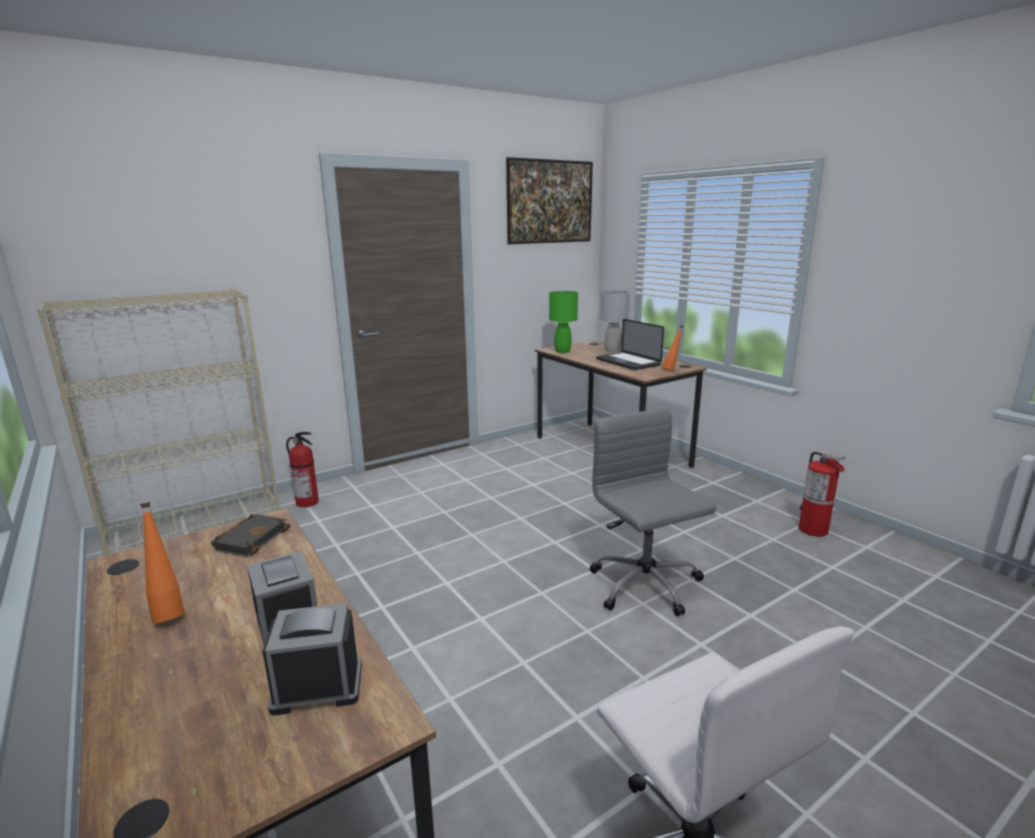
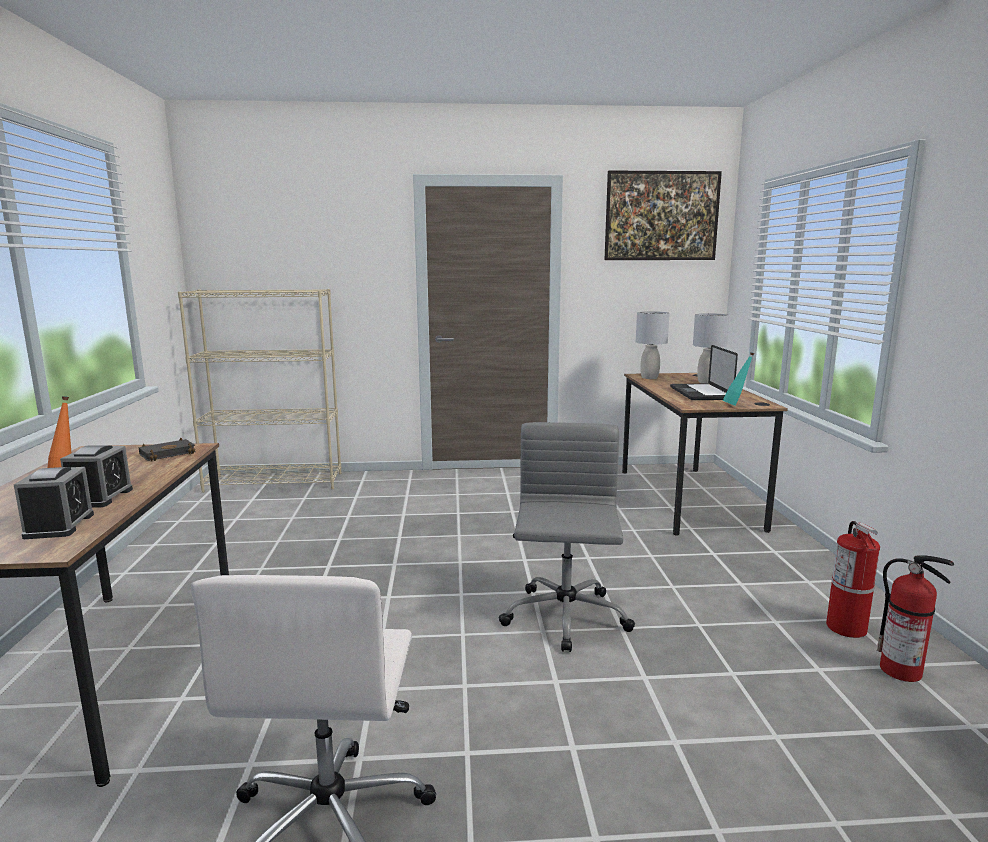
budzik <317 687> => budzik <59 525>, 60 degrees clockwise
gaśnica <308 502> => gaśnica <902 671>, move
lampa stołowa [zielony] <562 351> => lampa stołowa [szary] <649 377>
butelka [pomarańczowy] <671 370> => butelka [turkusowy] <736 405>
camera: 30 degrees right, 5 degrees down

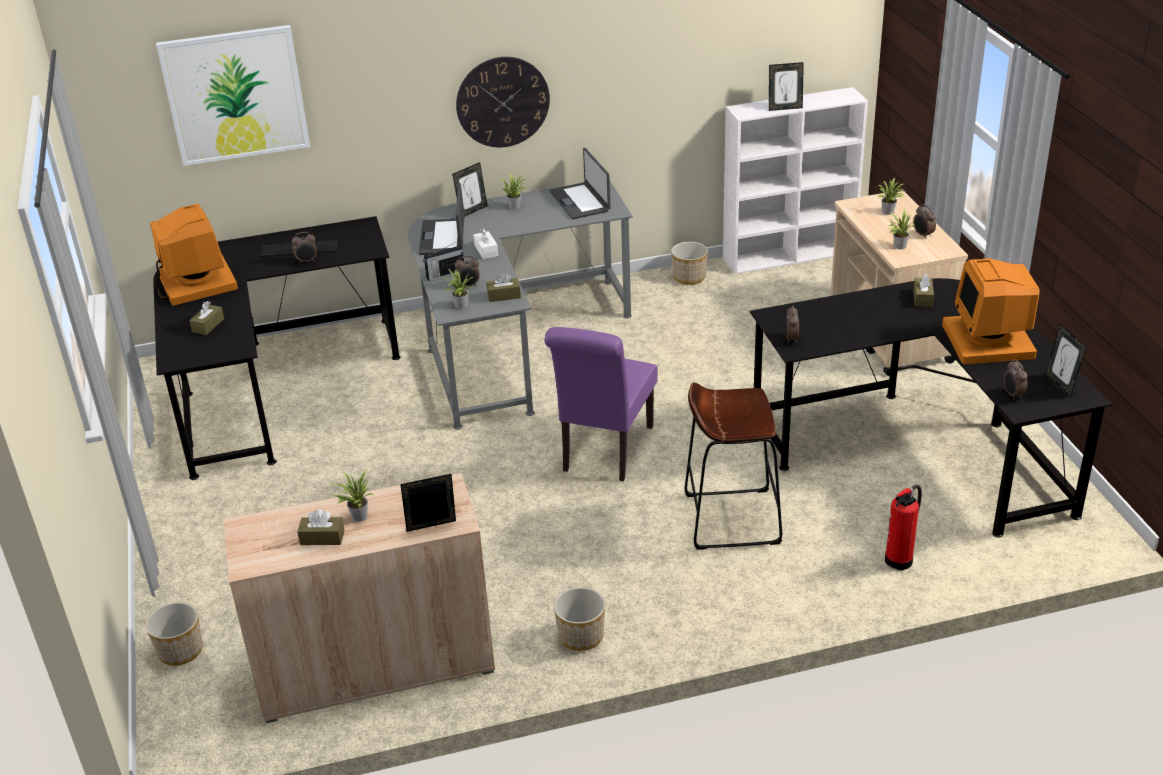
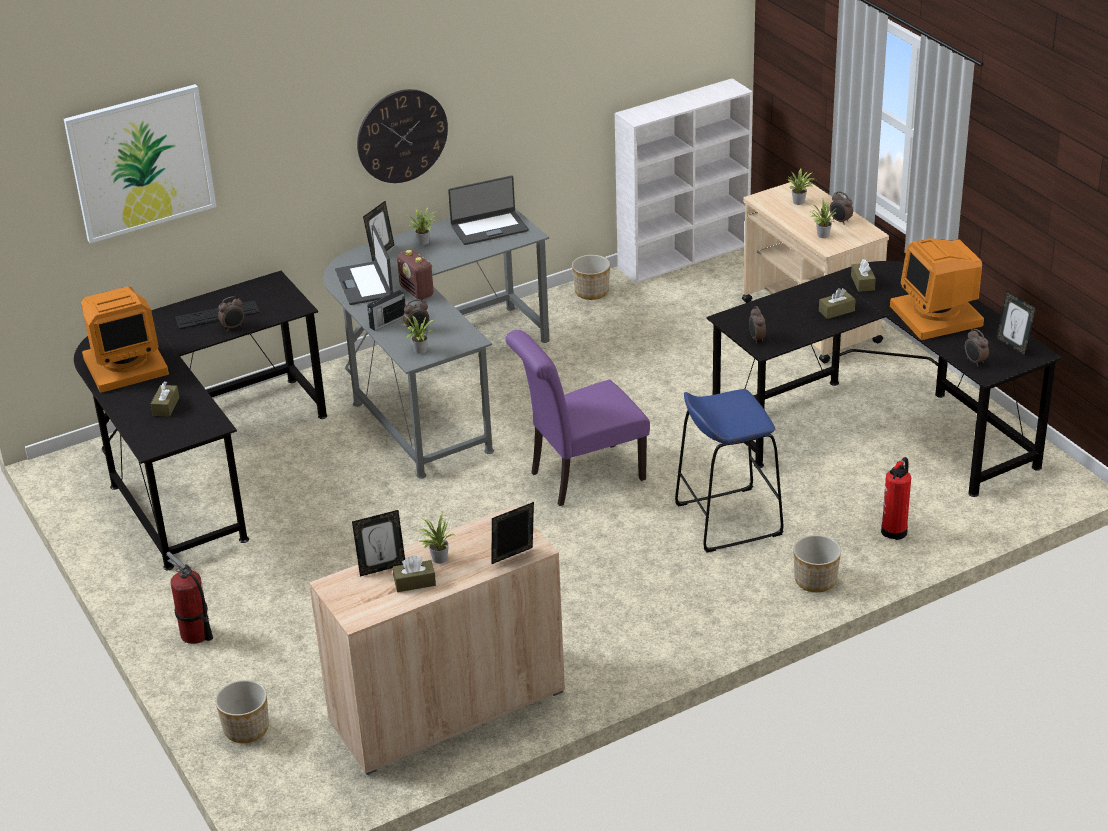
monitor <196 282> => monitor <125 365>, 105 degrees clockwise
pudełko chusteczek [biały] <486 250> => radio <417 291>
pudełko chusteczek [brązowy] <504 296> => pudełko chusteczek [brązowy] <836 311>, move
krzesło [fioletowy] <604 452> => krzesło [fioletowy] <580 477>, 60 degrees clockwise
laptop <580 201> => laptop <489 228>, 75 degrees counterclockwise
donica <581 636> => donica <815 581>, move
stołek [brązowy] <731 518> => stołek [niebieski] <728 519>
ramka na zdjęcie <785 108> => ramka na zdjęcie <381 568>, move
nothing => gaśnica <195 634>
camera: 15 degrees left, 0 degrees up

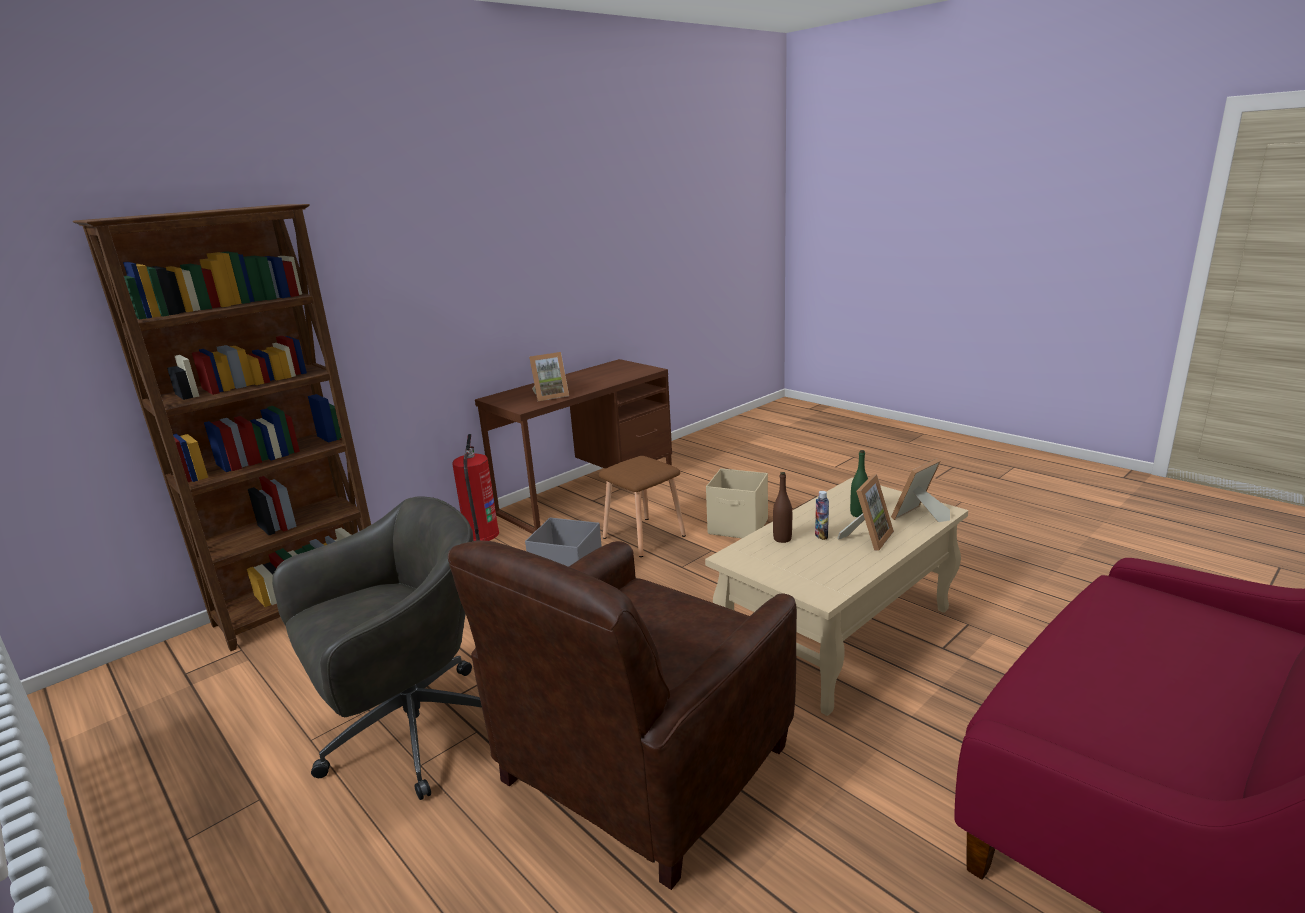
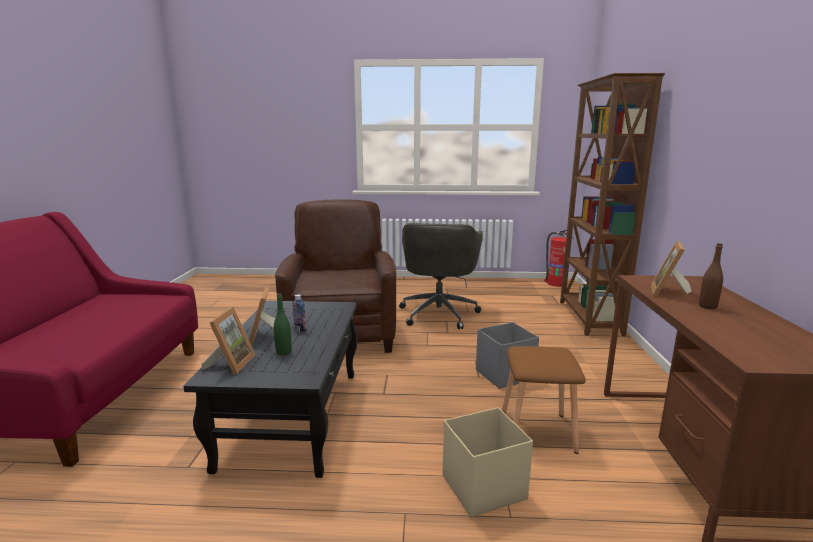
gaśnica <481 535> => gaśnica <556 283>, move
ława [beżowy] <837 634> => ława [czarny] <293 416>
butelka [brązowy] <782 539> => butelka [brązowy] <707 306>, move
camera: 135 degrees right, 5 degrees down

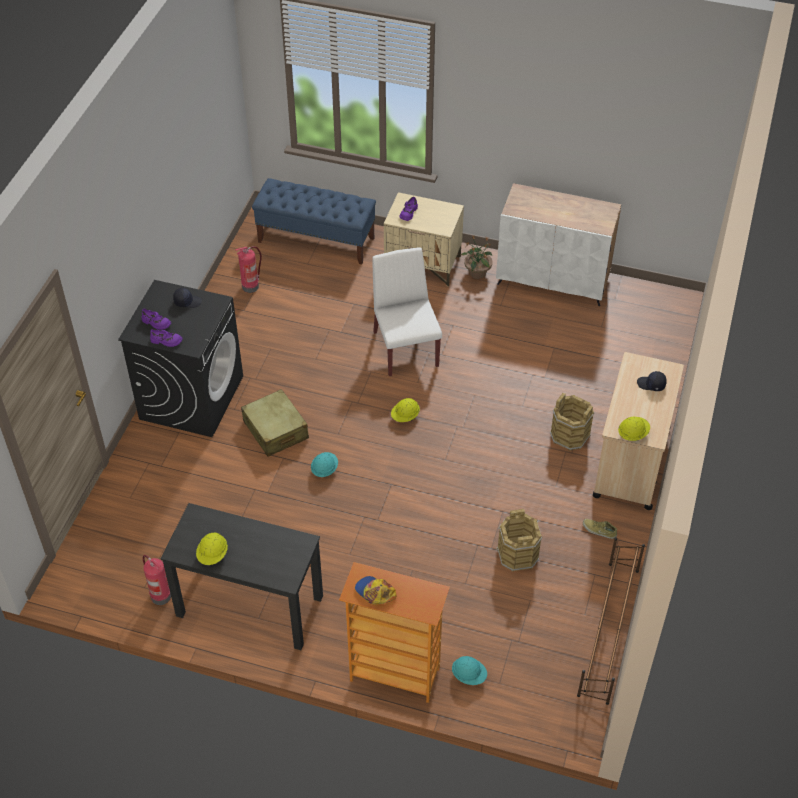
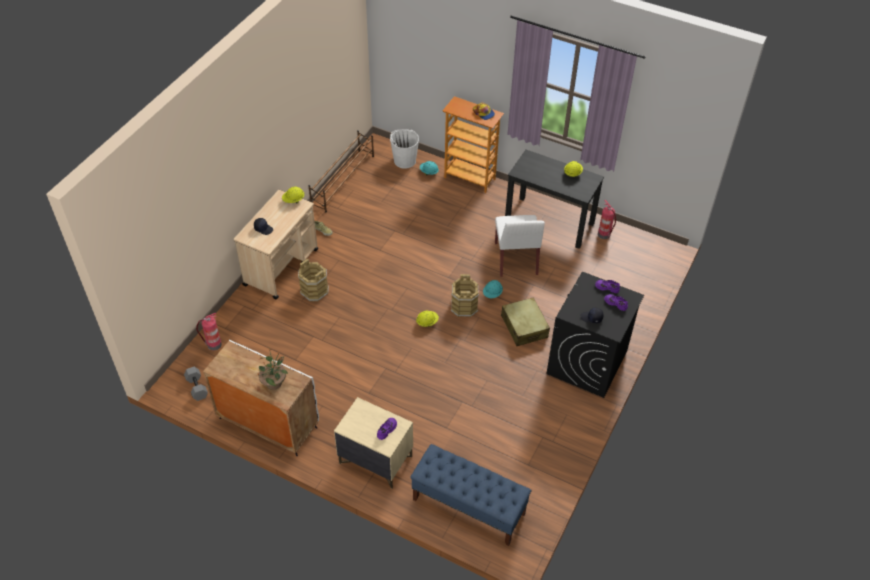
gaśnica <251 286> => gaśnica <213 345>, move
krzesło [biały] <405 348> => krzesło [biały] <516 259>, move
roślina doniczkowa <477 273> => roślina doniczkowa <274 382>, move
wiadro [brązowy] <517 555> => wiadro [brązowy] <464 307>, move
nothing => hantel [szary] <196 387>
nothing => wiadro [biały] <404 160>
camera: 170 degrees left, 0 degrees up

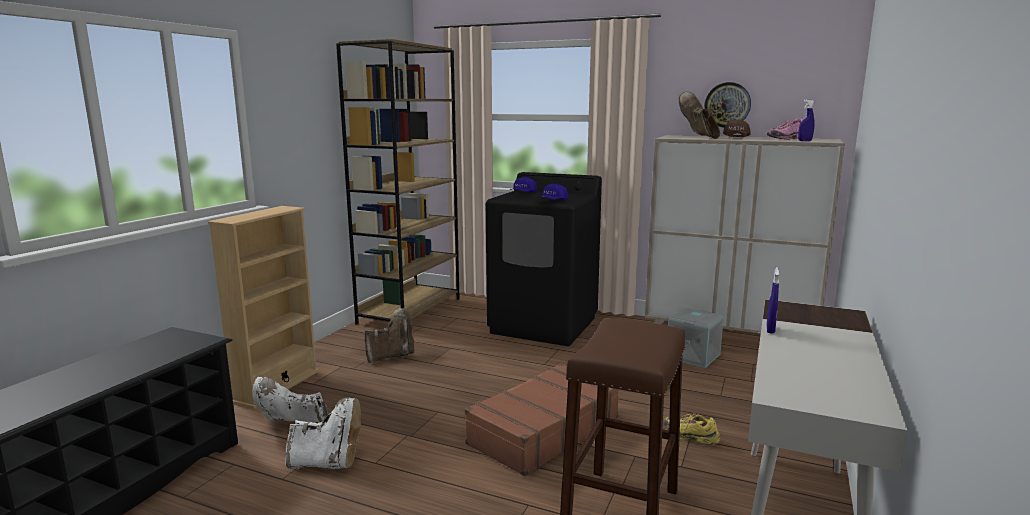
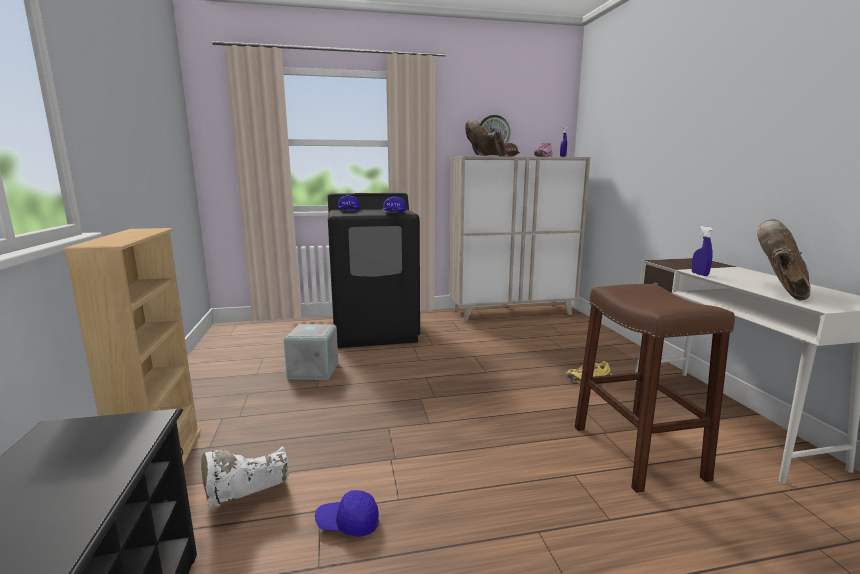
but z cholewką [biały] <327 463> => czapka z daszkiem [niebieski] <348 523>
regał [brązowy] <410 310> => nothing
but z cholewką [brązowy] <392 356> => but z cholewką [brązowy] <781 290>, move
walizka [brązowy] <543 430> => nothing
pojemnik do przechowywania [szary] <692 355> => pojemnik do przechowywania [szary] <312 370>, move
camera: 35 degrees left, 0 degrees up

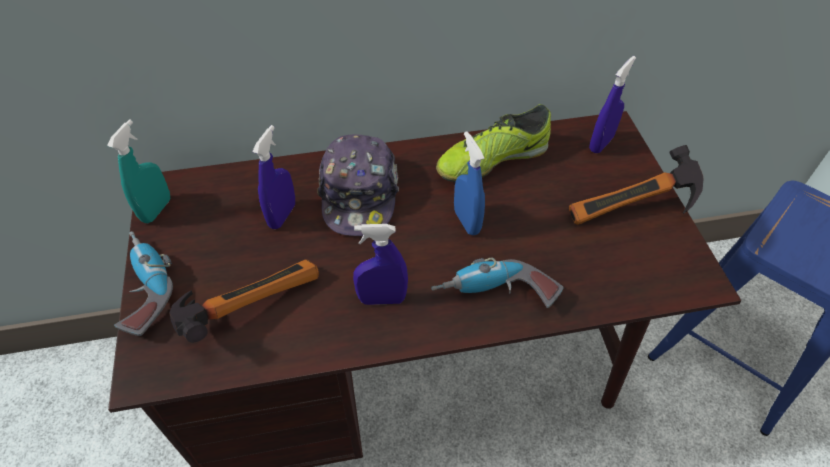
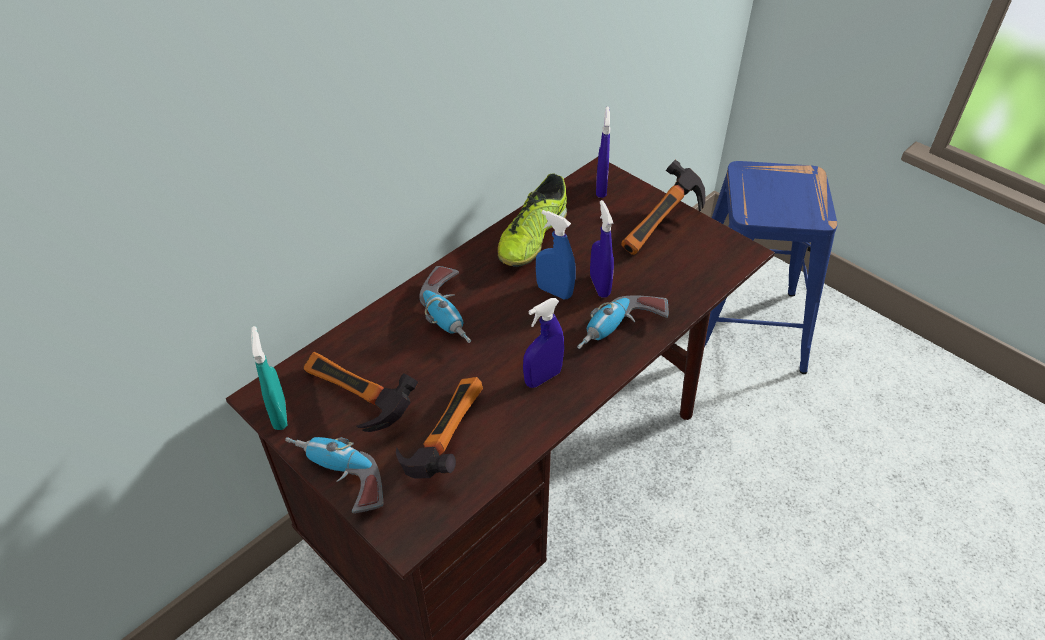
spryskiwacz [niebieski] <282 215> => spryskiwacz [niebieski] <599 286>, move
czapka z daszkiem <359 195> => wiertarka <451 313>
nothing => młotek <353 404>
camera: 35 degrees left, 5 degrees down

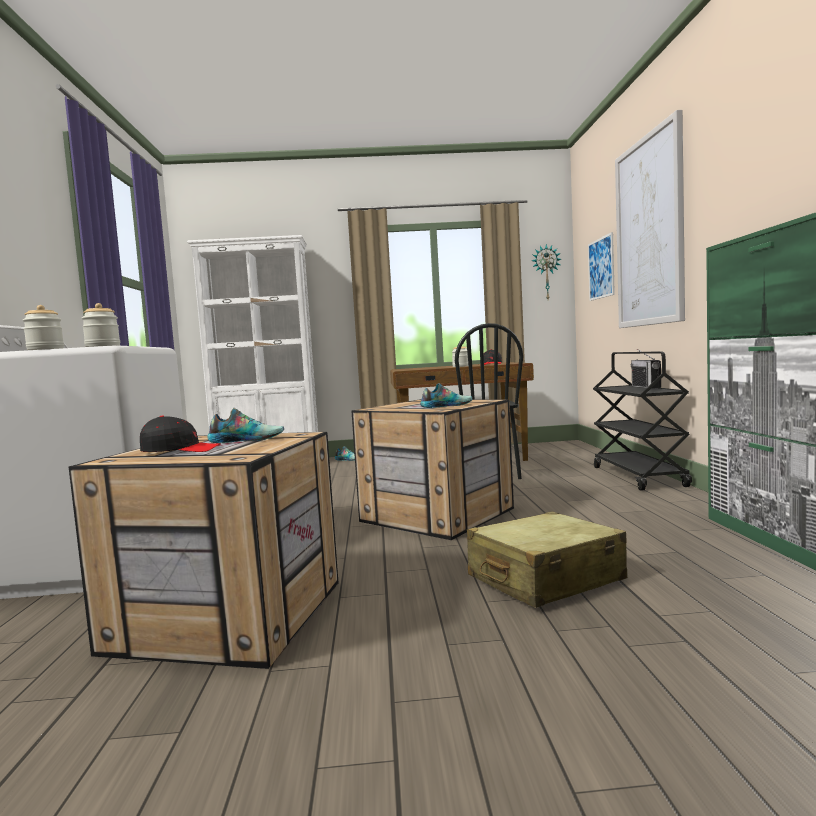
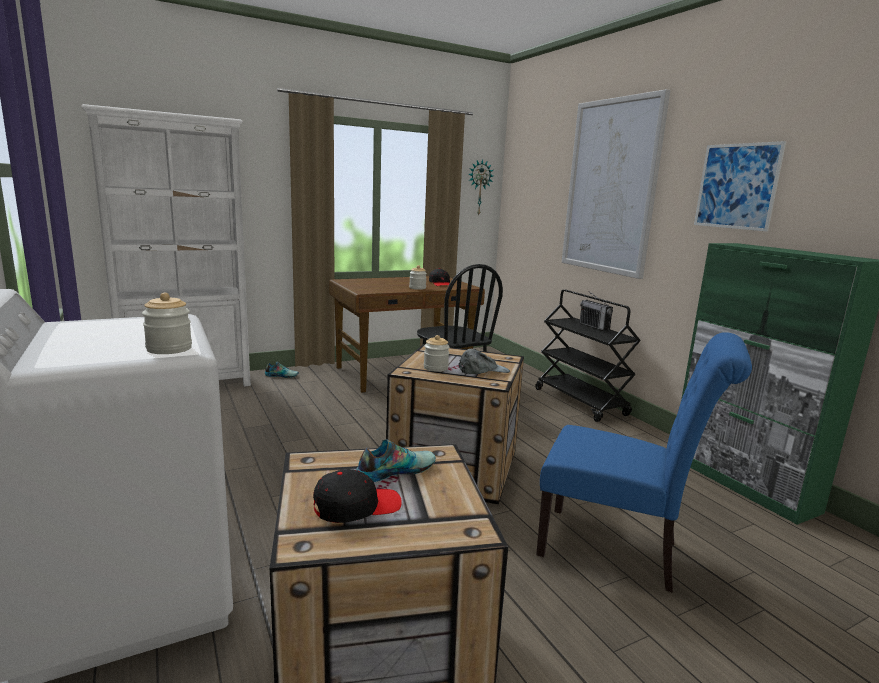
słoik <45 349> => słoik <435 368>, move
but <446 405> => czapka z daszkiem [szary] <483 370>
walizka [beżowy] <545 579> => krzesło [niebieski] <618 550>
obraz <601 268> => obraz <737 186>, move
camera: 25 degrees left, 10 degrees up

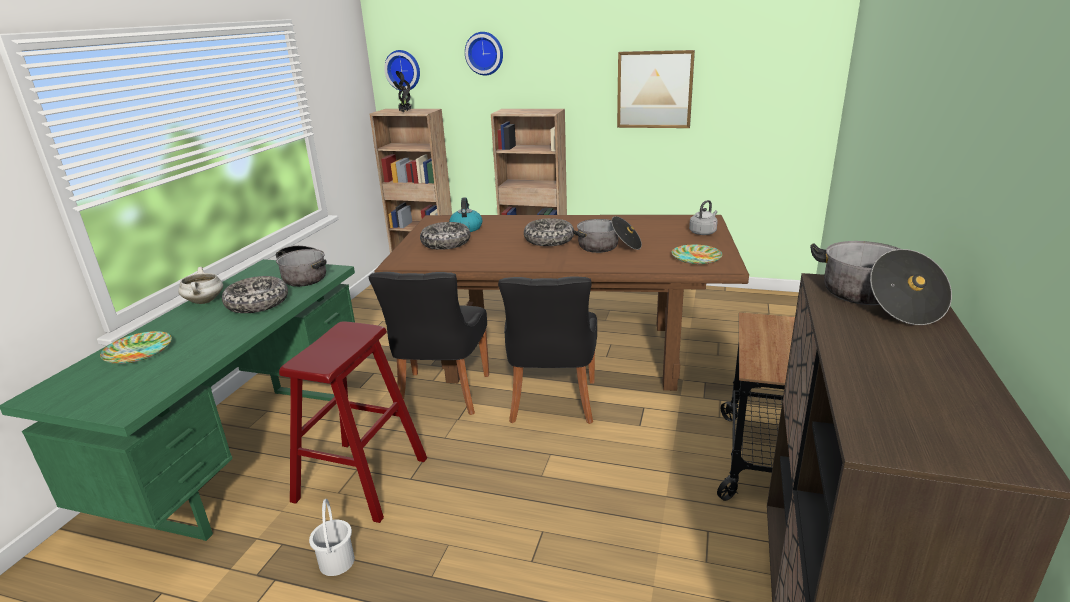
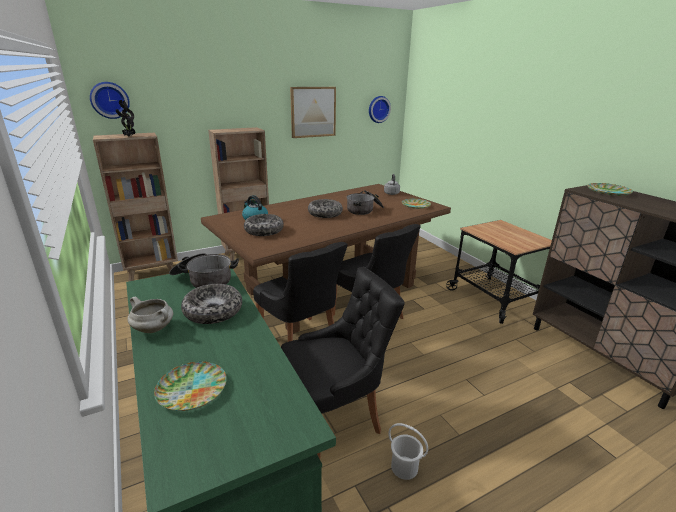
stołek [czerwony] <361 479> => krzesło [czarny] <336 416>
zegar ścienny <485 53> => zegar ścienny <378 109>, move
garnek <875 299> => talerz <608 192>
camera: 45 degrees left, 0 degrees up

